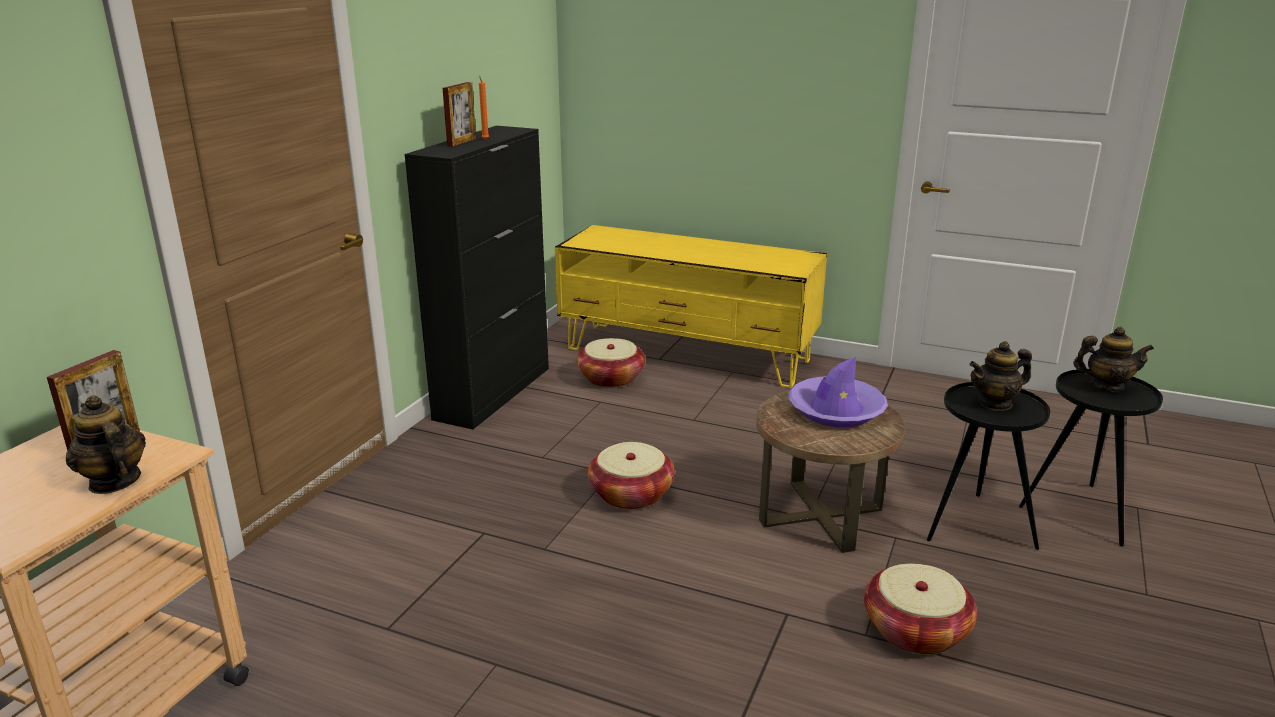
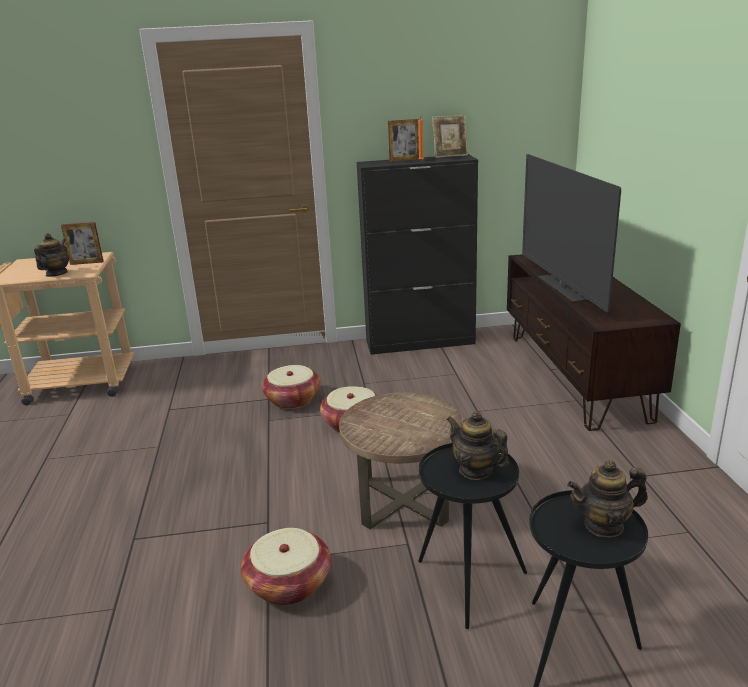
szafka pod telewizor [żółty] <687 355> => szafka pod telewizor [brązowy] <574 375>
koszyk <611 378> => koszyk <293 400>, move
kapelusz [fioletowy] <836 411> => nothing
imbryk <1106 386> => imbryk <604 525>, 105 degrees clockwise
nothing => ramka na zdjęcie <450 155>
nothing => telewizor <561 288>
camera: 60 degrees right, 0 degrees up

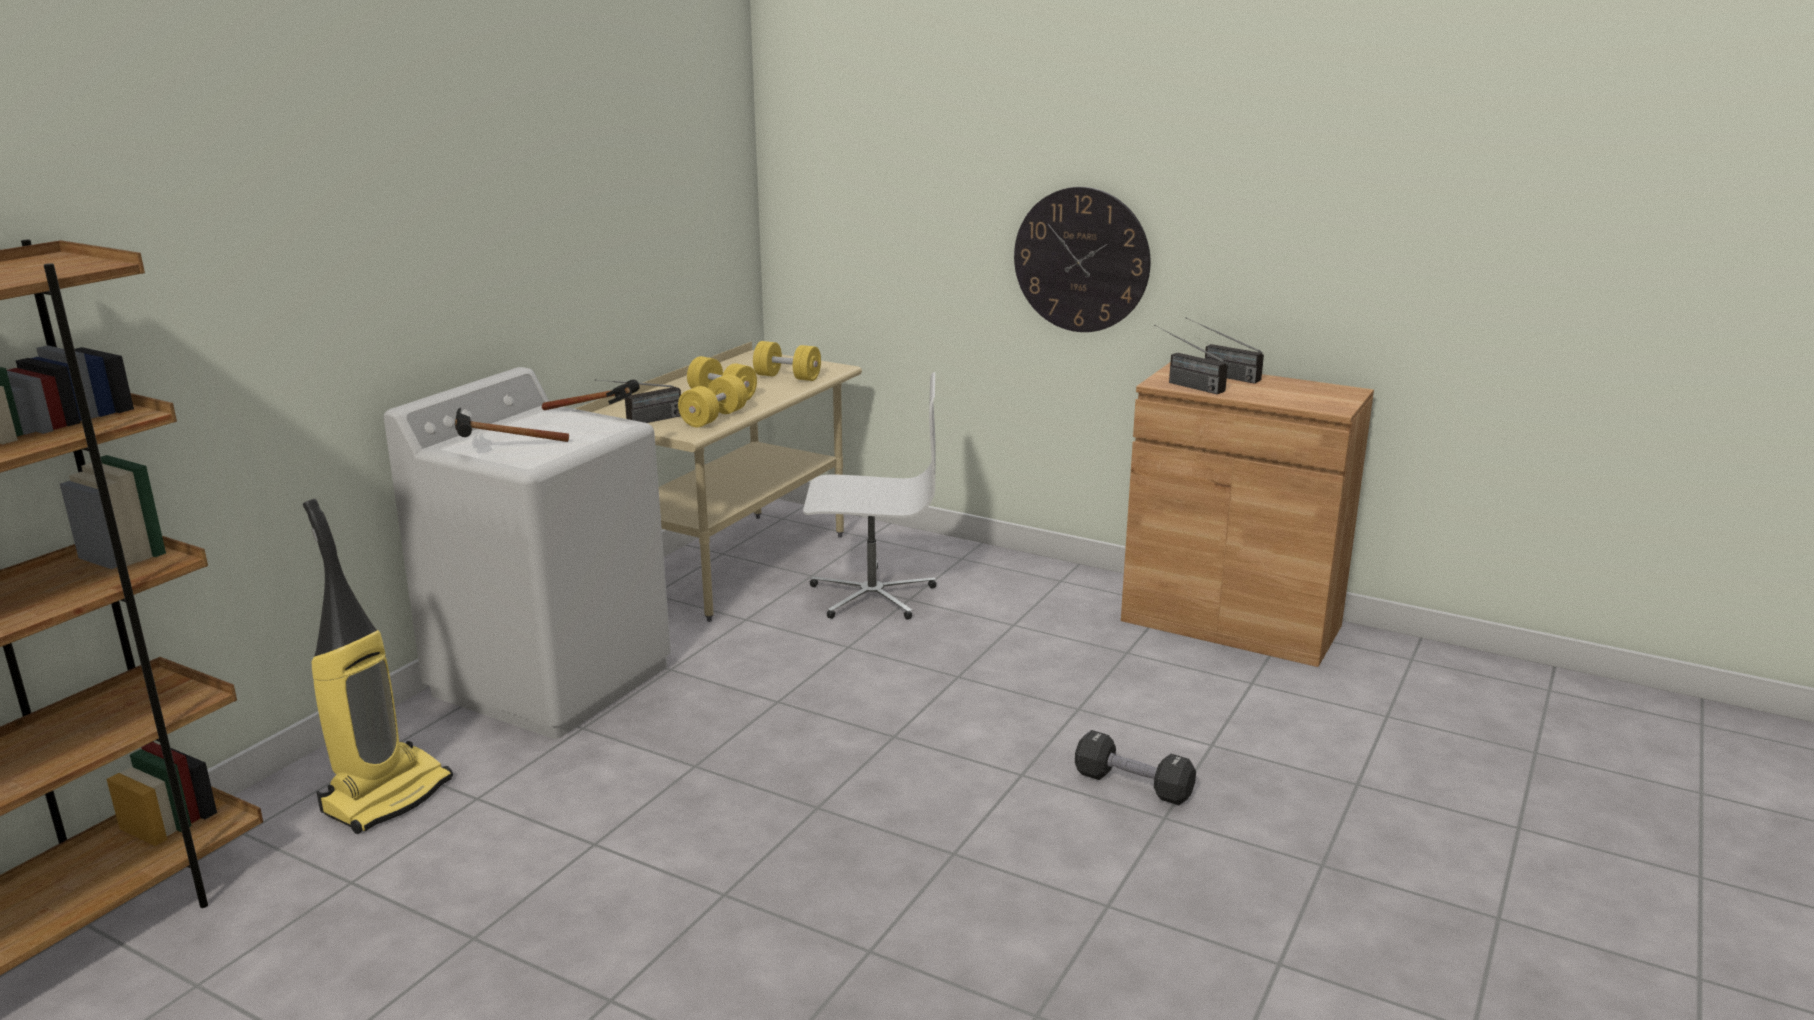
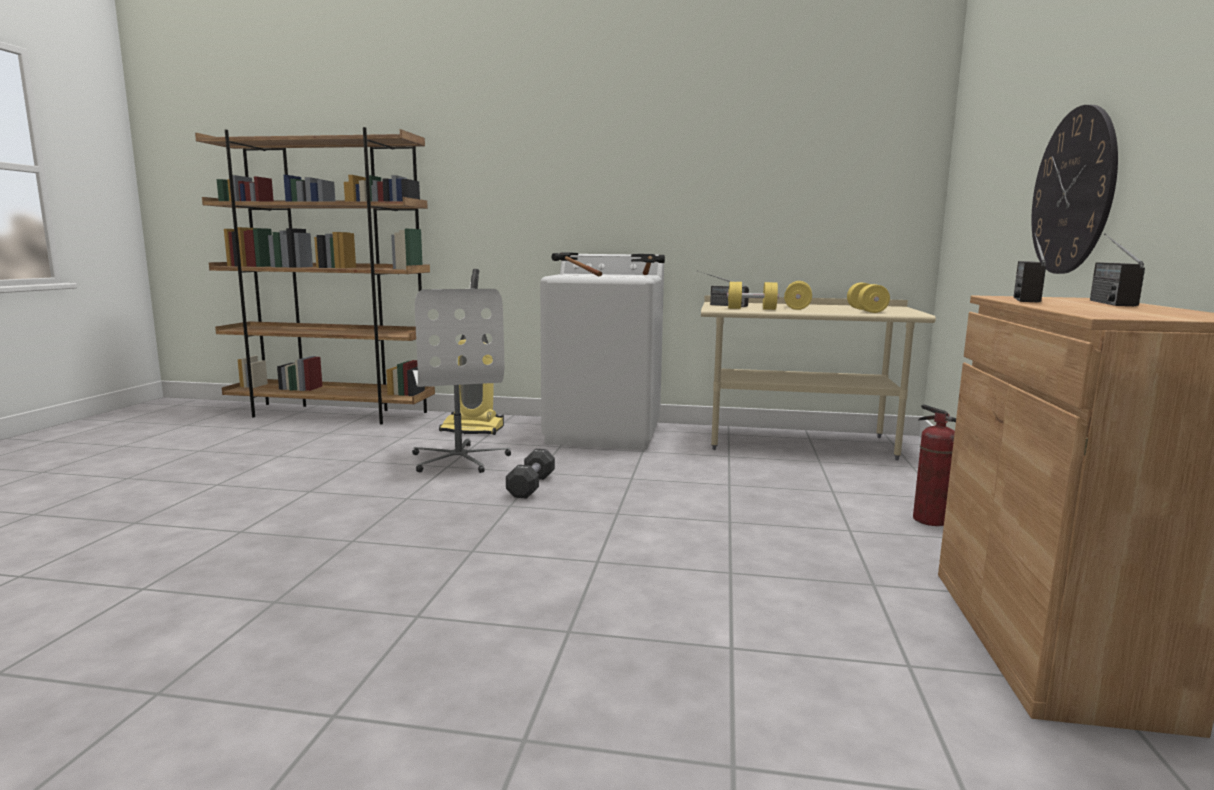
krzesło biurowe [biały] <871 595> => krzesło biurowe [biały] <459 459>, move
hantel [czarny] <1133 785> => hantel [czarny] <531 486>, move
nothing => gaśnica <929 520>
camera: 70 degrees right, 10 degrees down

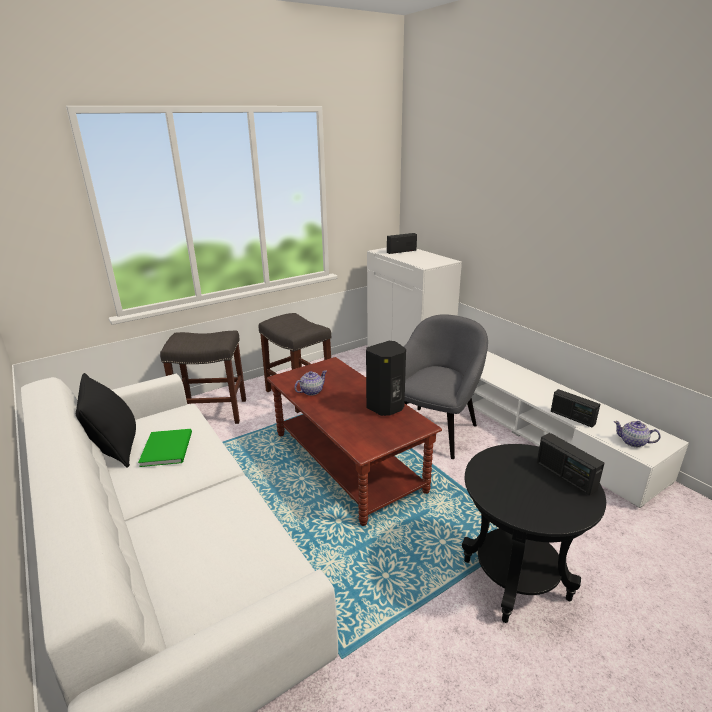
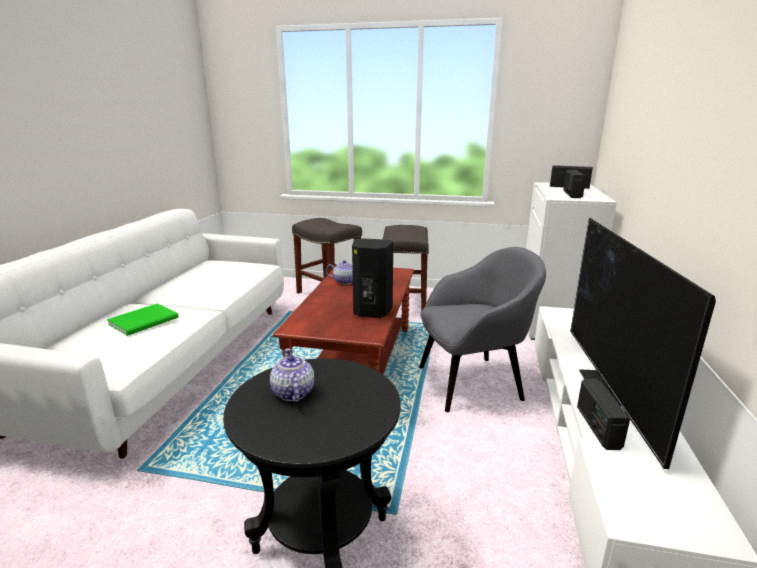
poduszka [czarny] <115 448> => nothing
książka [zielony] <168 447> => książka [zielony] <146 320>, move
radio <565 476> => radio <572 194>, move
imbryk <633 442> => imbryk <292 393>, move
nothing => telewizor <608 388>
camera: 45 degrees right, 5 degrees down

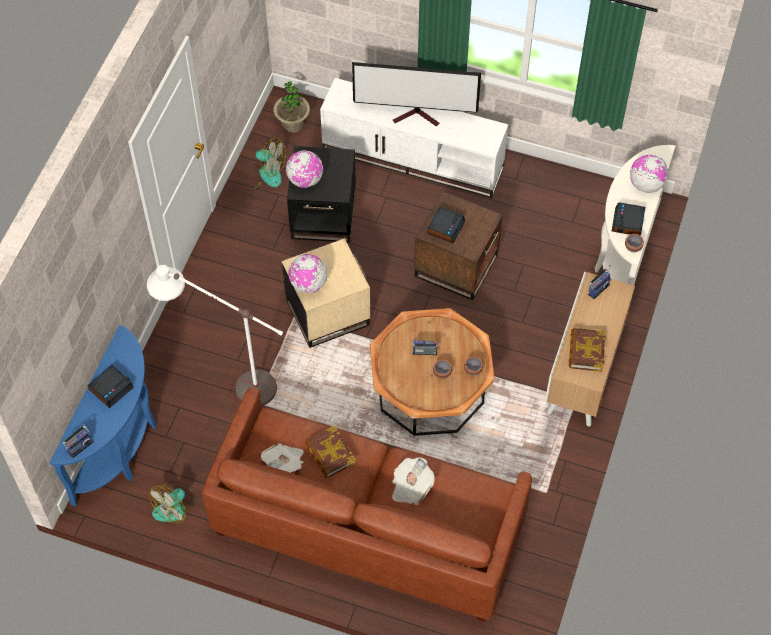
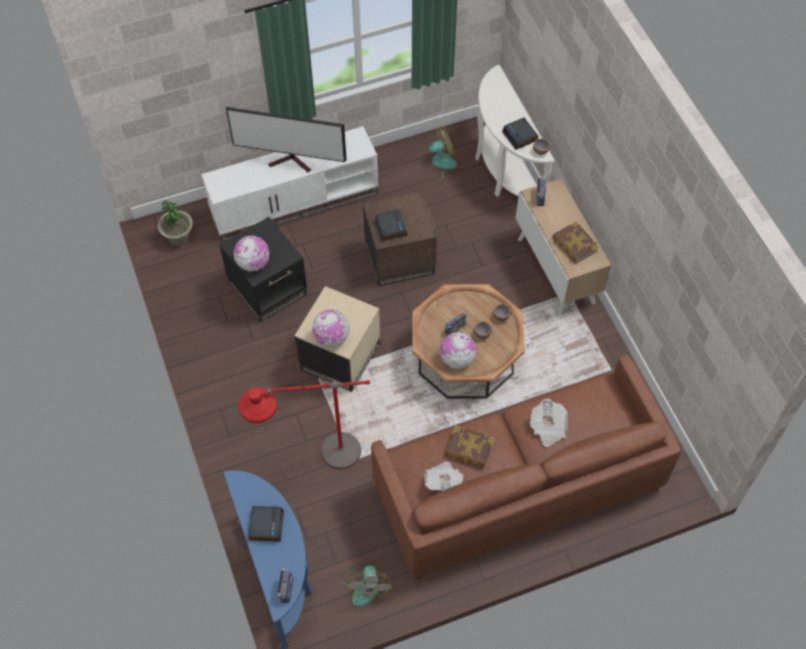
lampa stojąca [biały] <227 381> => lampa stojąca [czerwony] <314 462>
wentylator <264 174> => wentylator <438 164>, move
telewizor <418 116> => telewizor <292 162>, 45 degrees clockwise
globus <646 184> => globus <456 359>, move
camera: 40 degrees left, 0 degrees up

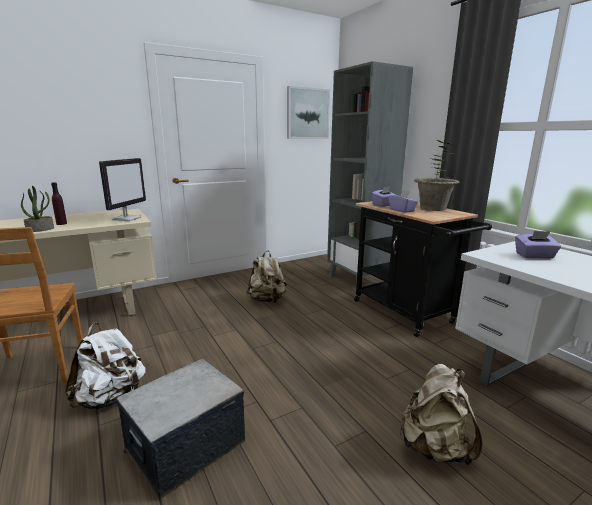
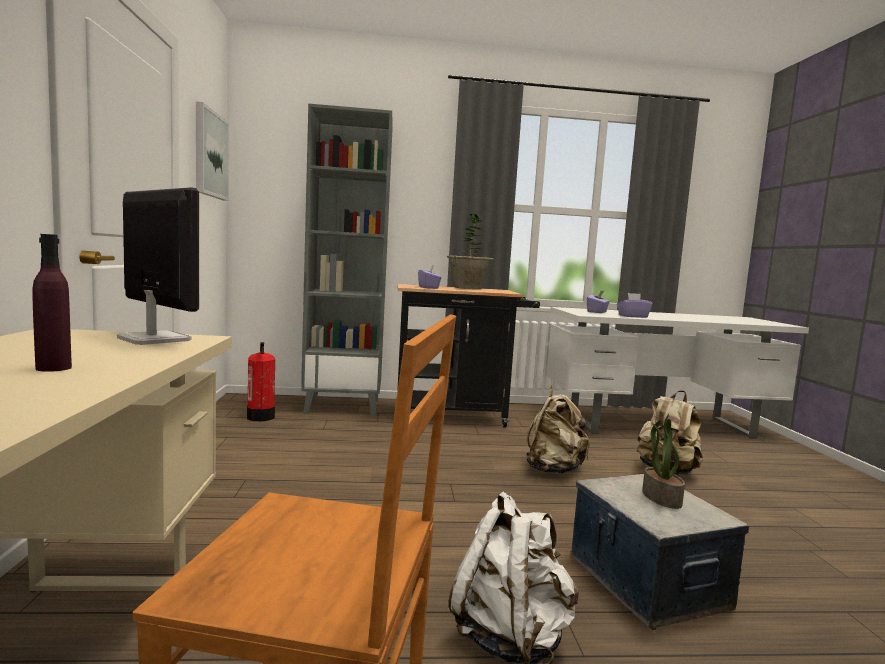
roślina doniczkowa <40 229> => roślina doniczkowa <660 498>, move
plecak [beżowy] <267 300> => plecak [beżowy] <553 470>, move
pudełko chusteczek [fioletowy] <402 210> => pudełko chusteczek [fioletowy] <632 316>, move
nothing => gaśnica <261 417>
camera: 65 degrees left, 10 degrees down

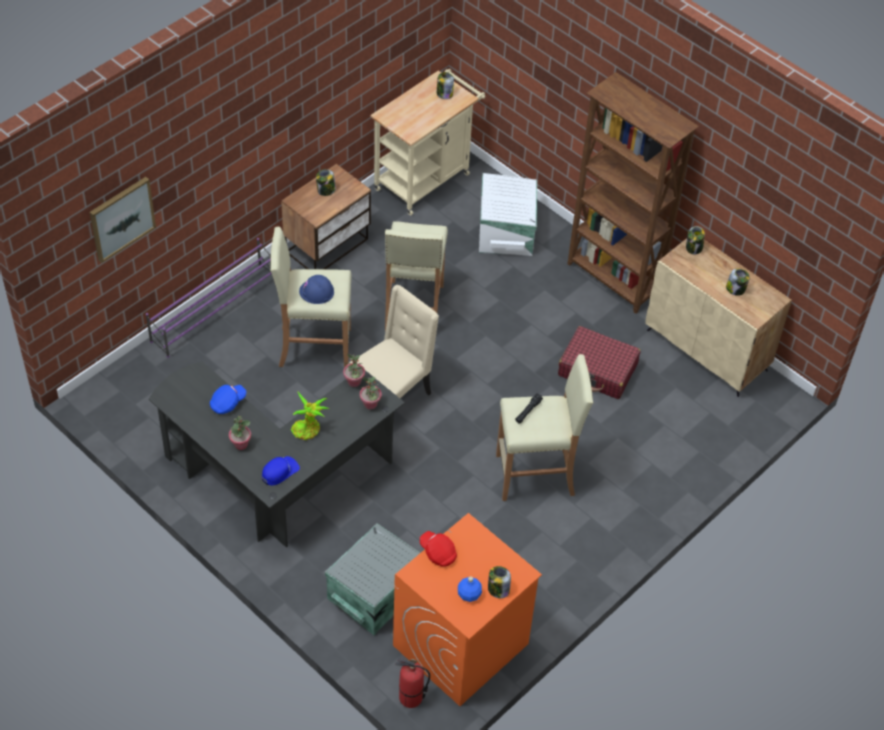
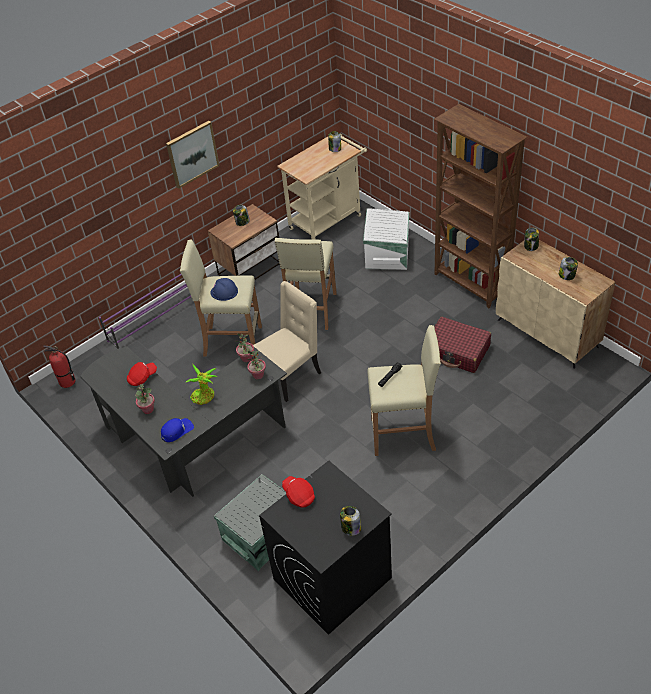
obraz <121 218> => obraz <192 154>, move
czapka z daszkiem [niebieski] <228 403> => czapka z daszkiem [czerwony] <142 377>
pralka [pomarańczowy] <460 645> => pralka [czarny] <332 579>
gaśnica <410 698> => gaśnica <67 382>, move
butelka [niebieski] <469 594> => nothing
camera: 10 degrees right, 5 degrees down

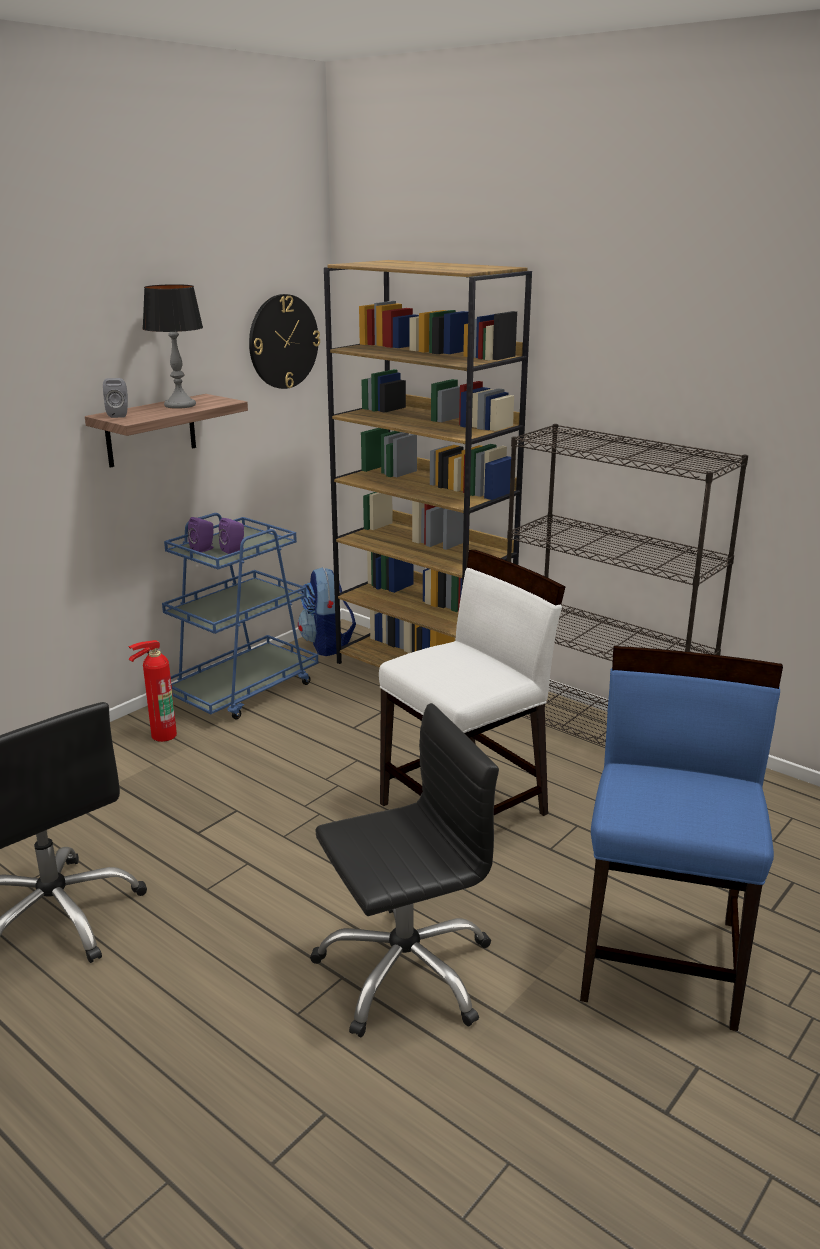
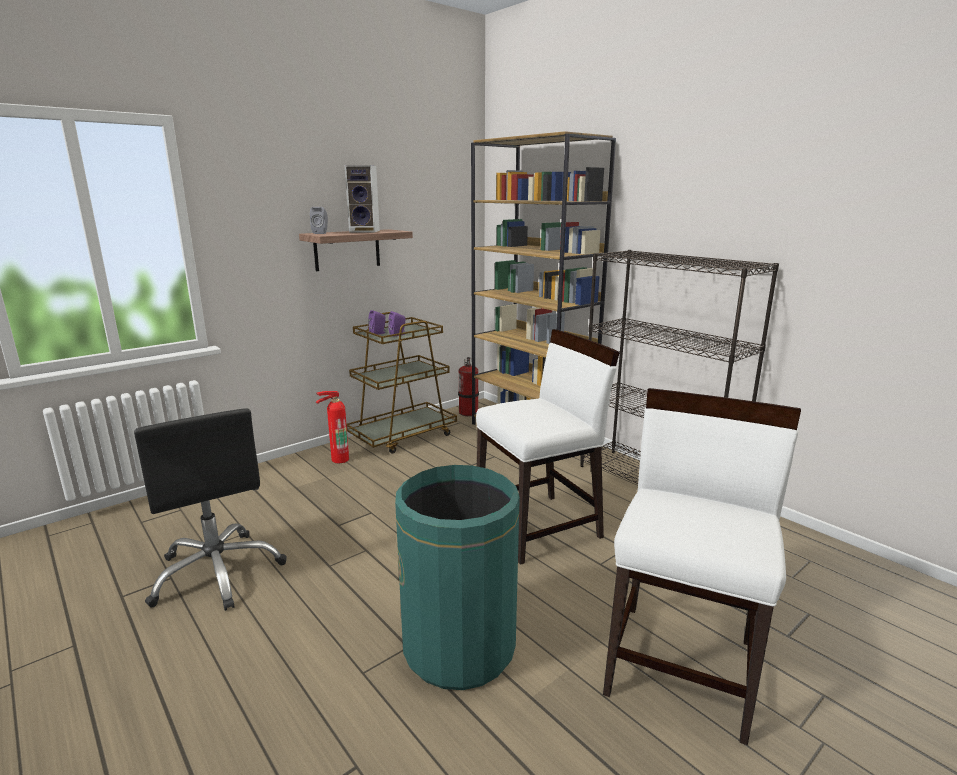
lampa stołowa <180 405> => głośnik <366 231>
wózek [niebieski] <243 690> => wózek [brązowy] <403 436>
zegar ścienny <283 341> => nothing
plecak <327 645> => gaśnica <469 412>
krzesło biurowe [czarny] <404 970> => kosz na śmieci [zielony] <459 648>
krzesło [niebieski] <661 957> => krzesło [biały] <682 665>
camera: 10 degrees right, 5 degrees down

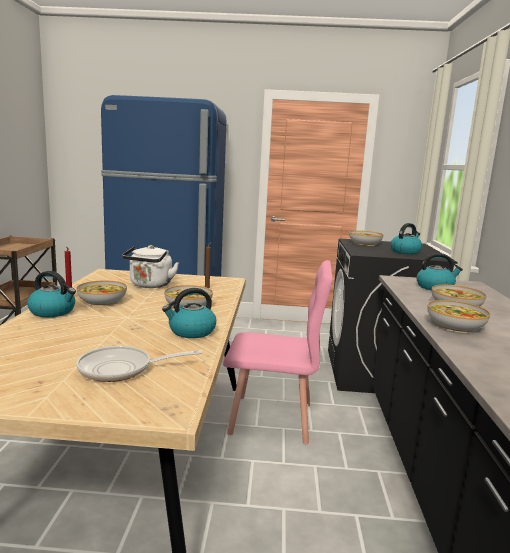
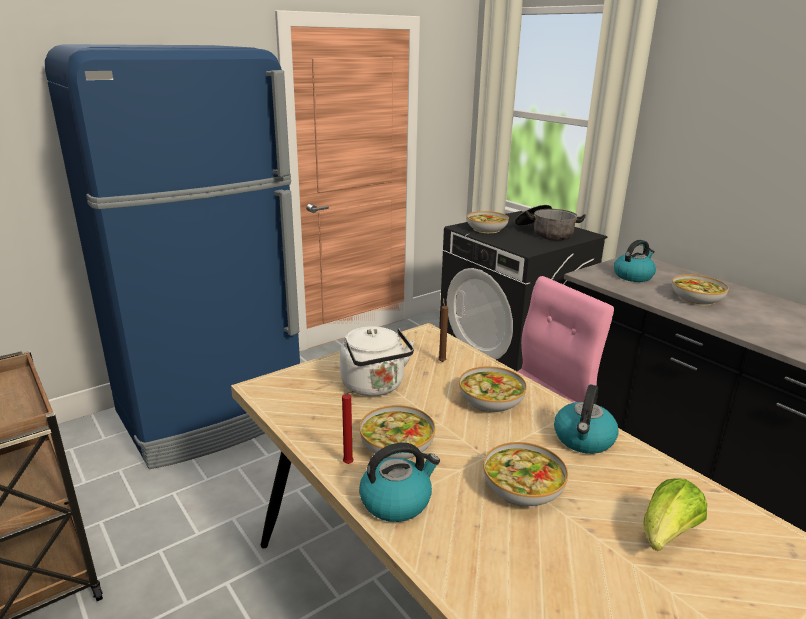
patelnia <122 369> => sałata <667 535>
czajnik <405 252> => garnek <545 233>
miska <455 326> => miska <523 488>, move
camera: 40 degrees left, 10 degrees up

